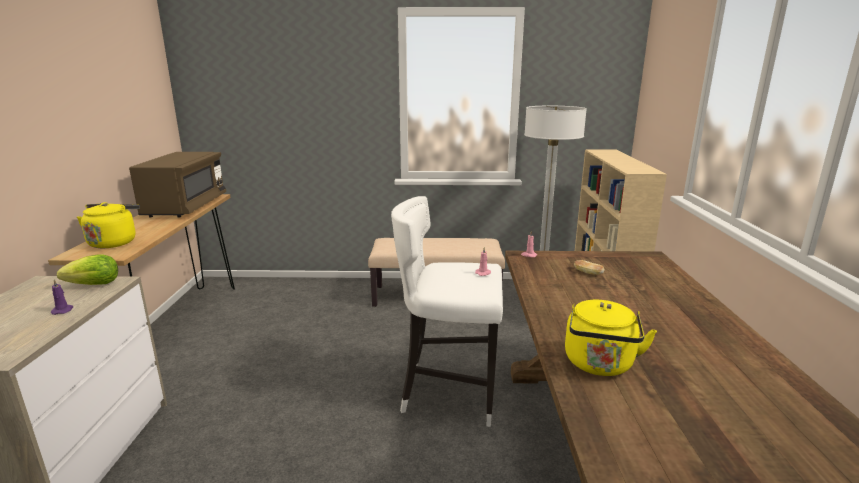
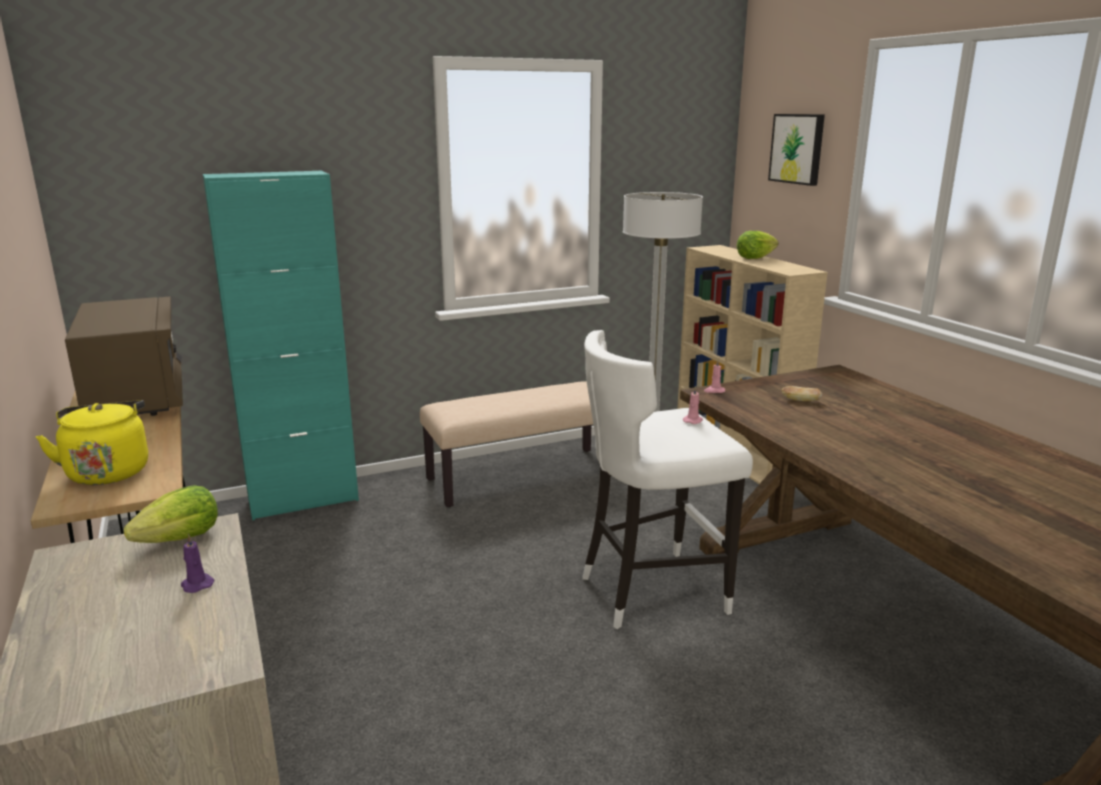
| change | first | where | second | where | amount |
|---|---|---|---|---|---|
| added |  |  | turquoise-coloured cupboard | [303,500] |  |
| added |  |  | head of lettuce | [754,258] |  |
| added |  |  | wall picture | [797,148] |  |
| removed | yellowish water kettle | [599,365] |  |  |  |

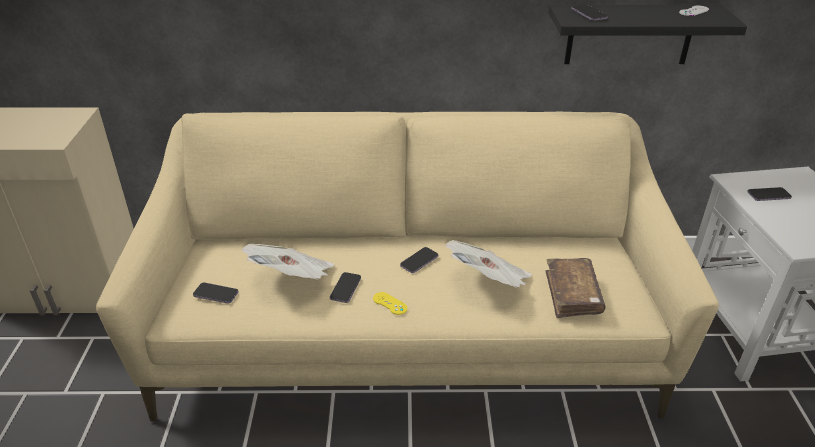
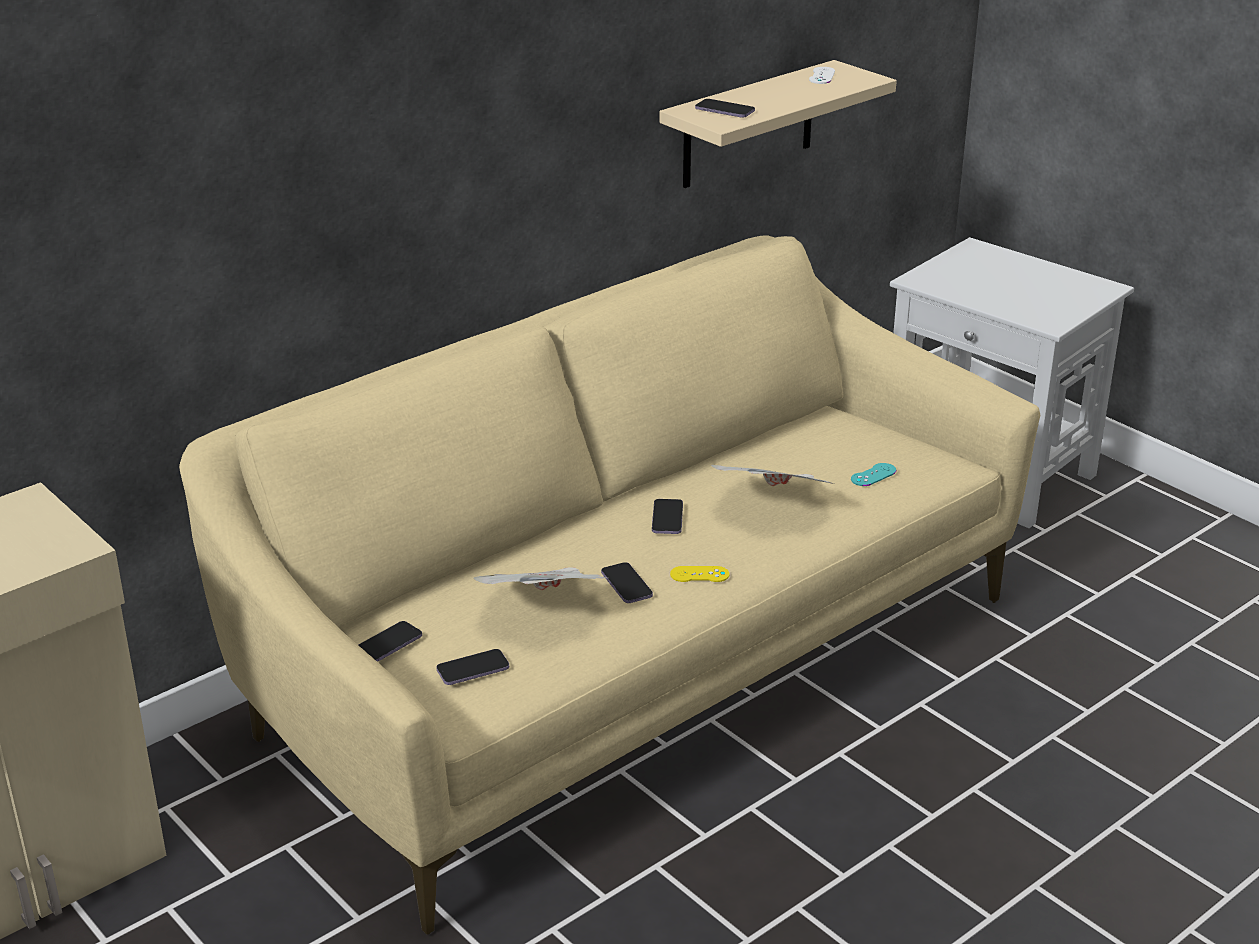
| change | first | where | second | where | amount |
|---|---|---|---|---|---|
| moved | phone | [768,195] |  | [388,644] |  |
| recoloured | black shelf | [629,34] | beige-coloured shelf | [748,125] |  |
| replaced | brown book | [572,294] | turquoise-coloured game controller | [873,475] |  |

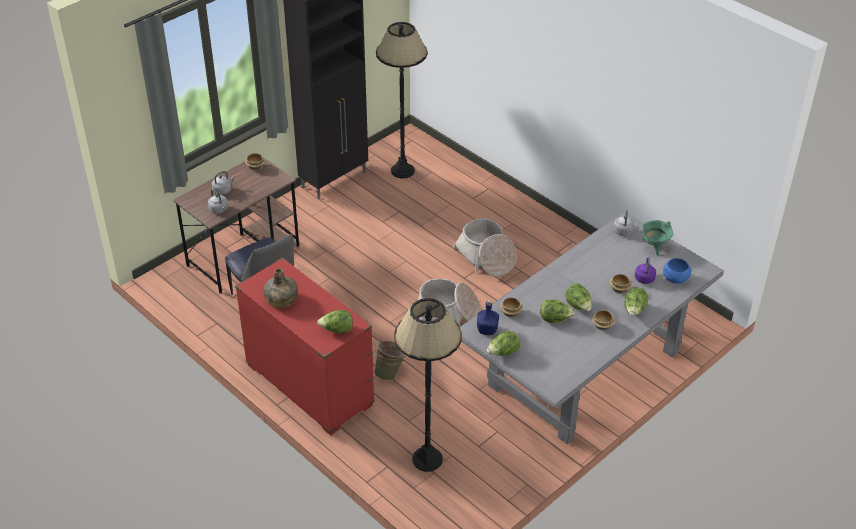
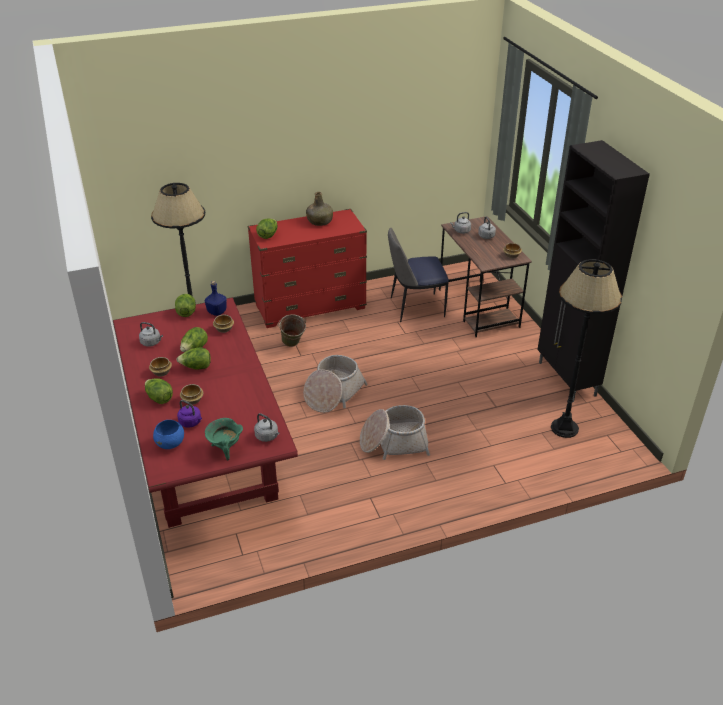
| change | first | where | second | where | amount |
|---|---|---|---|---|---|
| recoloured | grey dining table | [583,369] | red dining table | [206,452] |  |
| added |  |  | grey water kettle | [152,343] |  |

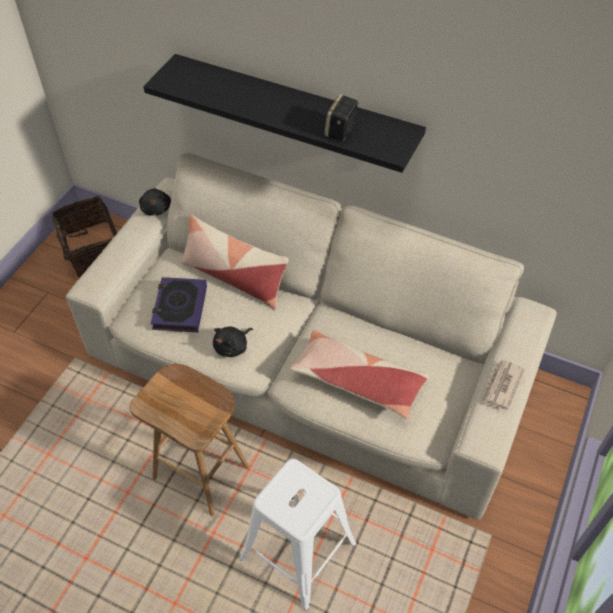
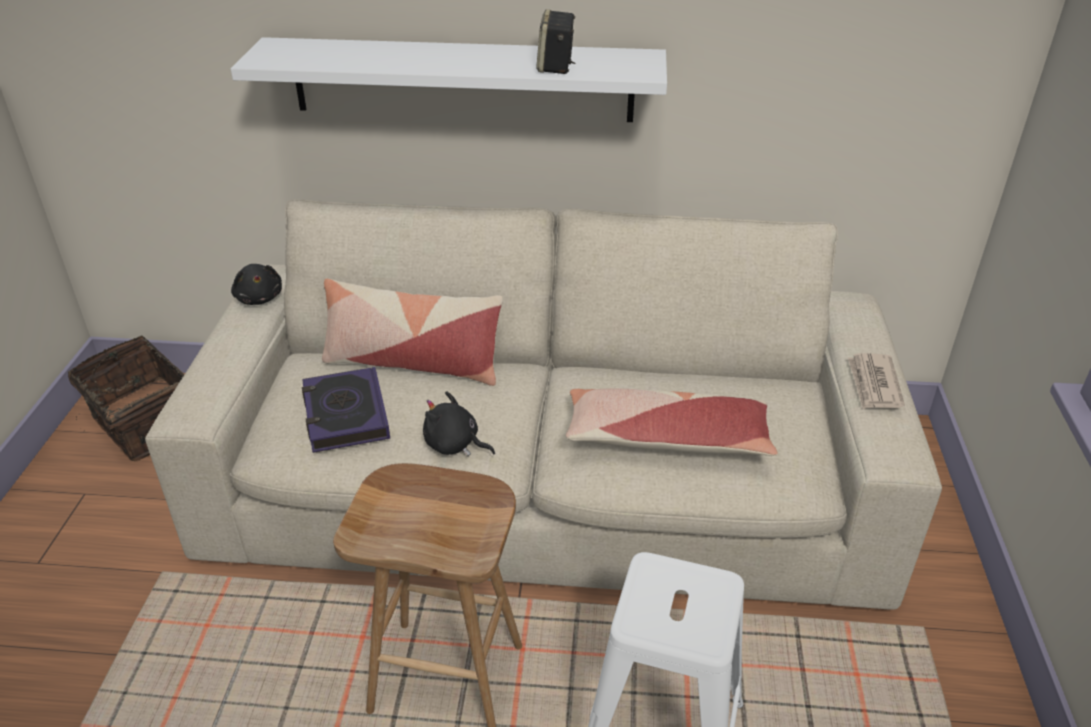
| change | first | where | second | where | amount |
|---|---|---|---|---|---|
| recoloured | black shelf | [295,109] | white shelf | [462,80] |  |
| turned | black soft toy | [232,347] |  | [454,445] | 90 degrees clockwise |

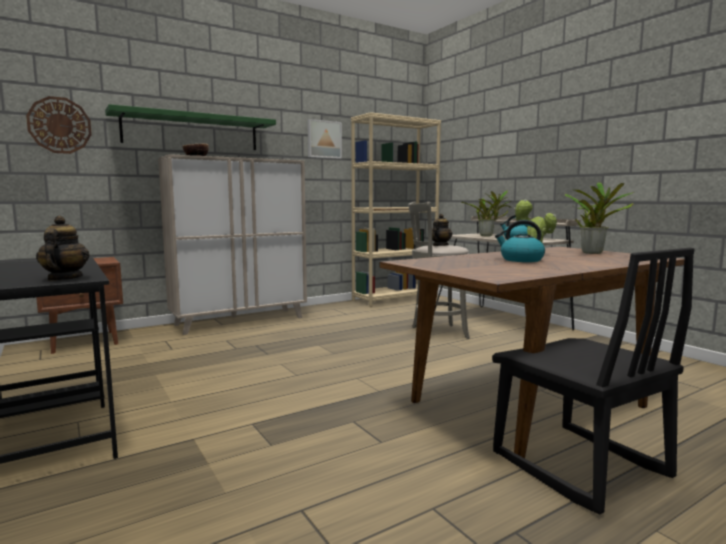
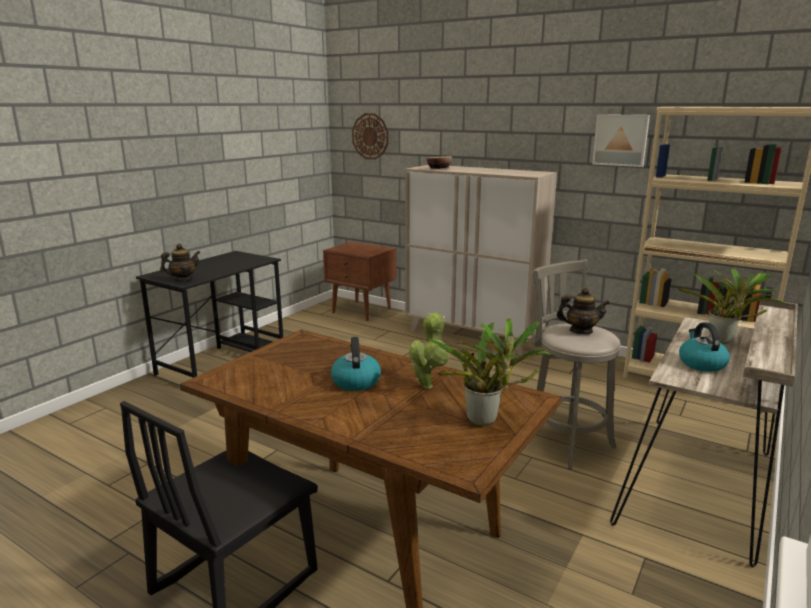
| change | first | where | second | where | amount |
|---|---|---|---|---|---|
| removed | greenish shelf | [192,132] |  |  |  |

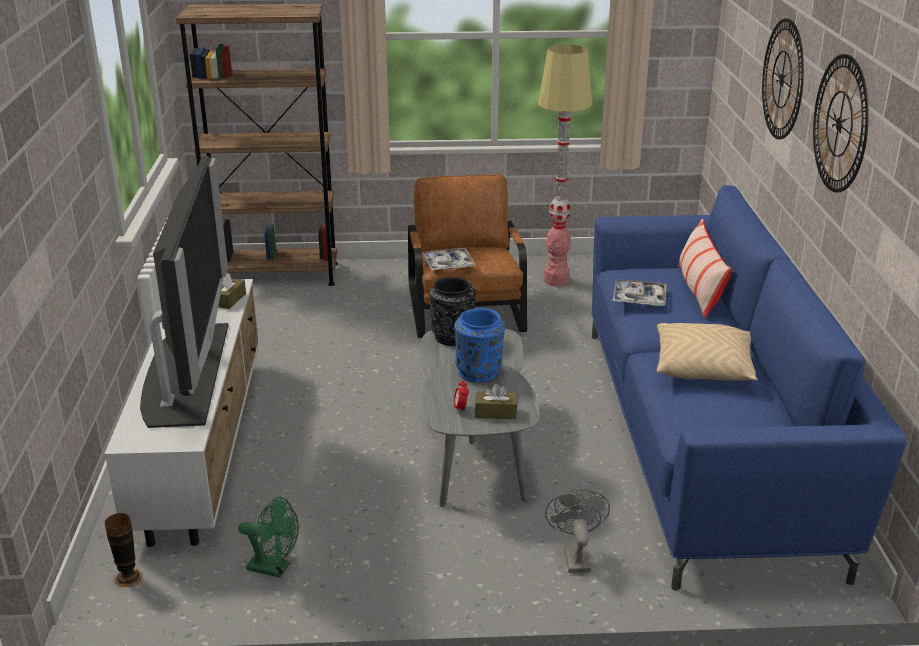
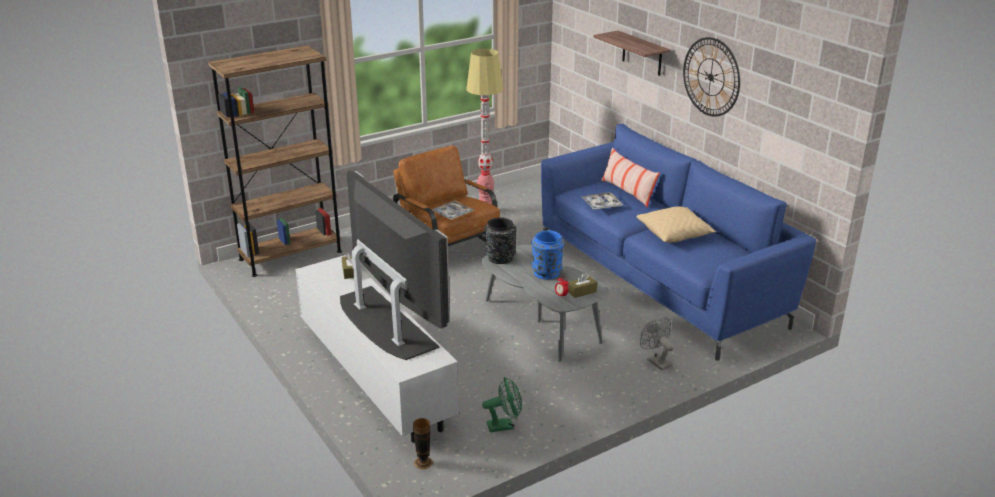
| change | first | where | second | where | amount |
|---|---|---|---|---|---|
| replaced | clock on the wall | [782,79] | shelf | [642,53] |  |

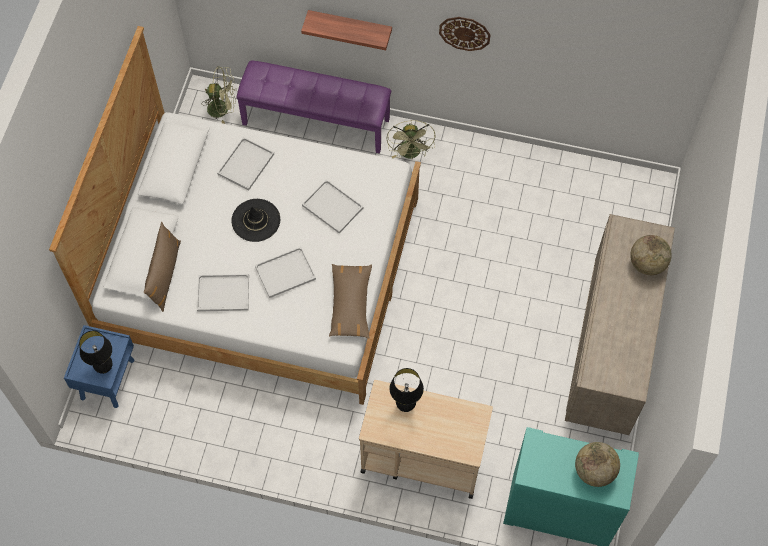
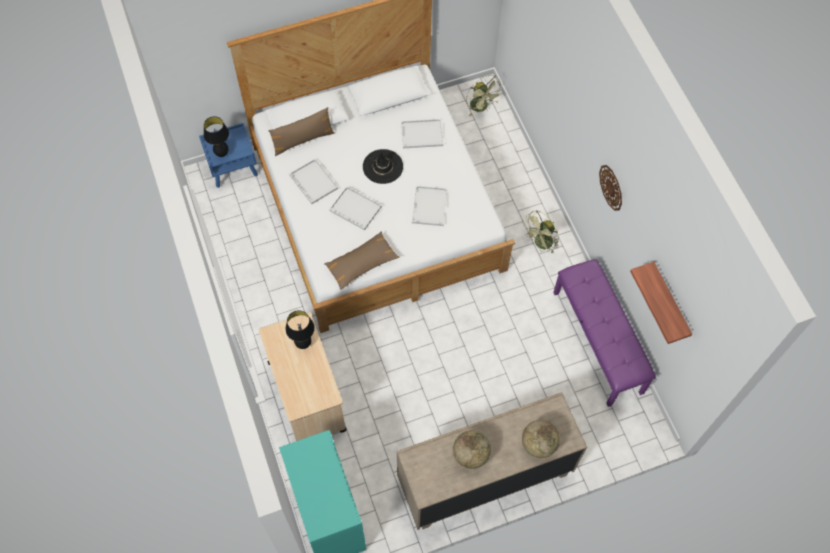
| change | first | where | second | where | amount |
|---|---|---|---|---|---|
| moved | globe | [594,471] |  | [470,455] |  |
| moved | purple indoor bench | [316,121] |  | [598,342] |  |
| moved | shelf | [350,27] |  | [669,303] |  |

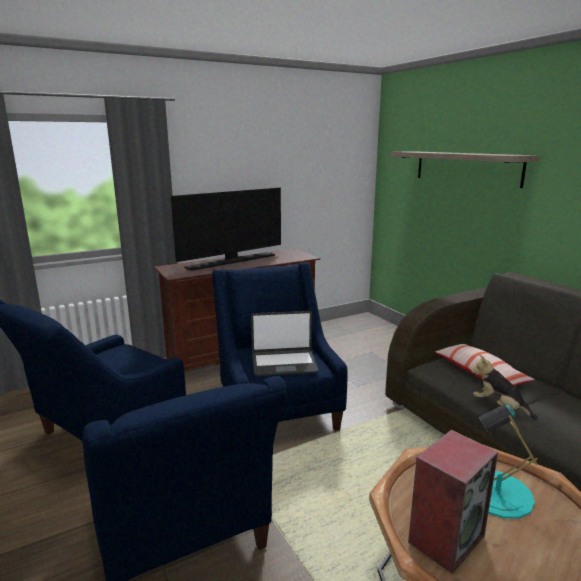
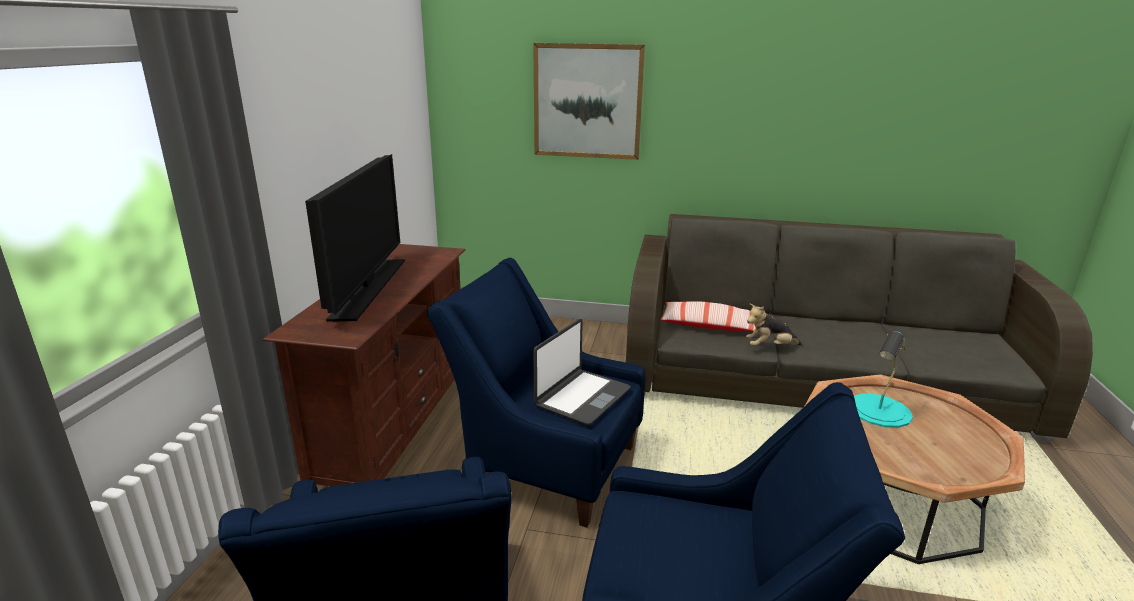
| change | first | where | second | where | amount |
|---|---|---|---|---|---|
| replaced | shelf | [466,167] | wall picture | [587,101] |  |
| removed | audio speaker | [446,537] |  |  |  |

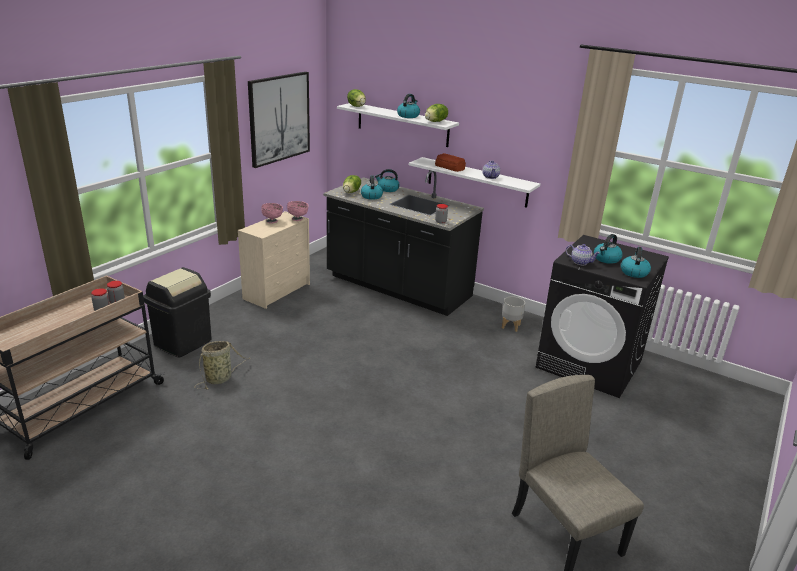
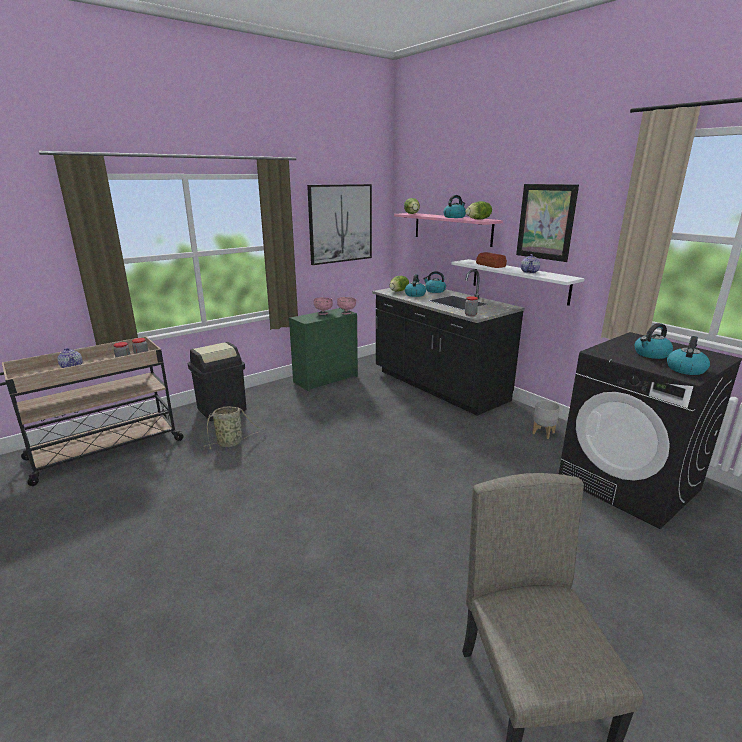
| change | first | where | second | where | amount |
|---|---|---|---|---|---|
| moved | tea pot | [580,262] |  | [72,367] |  |
| recoloured | beige-coloured drawer chest | [277,291] | greenish drawer chest | [326,379] |  |
| recoloured | white shelf | [402,124] | pinkish shelf | [452,228] |  |
| added |  |  | wall picture | [546,222] |  |

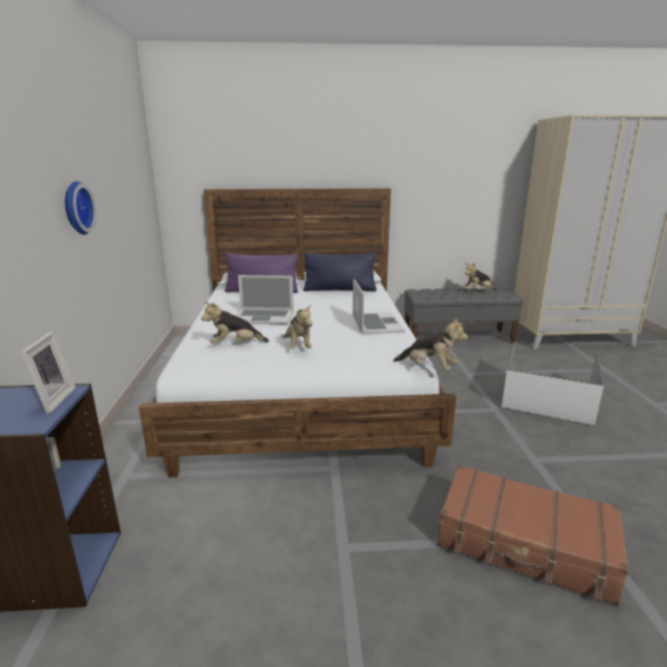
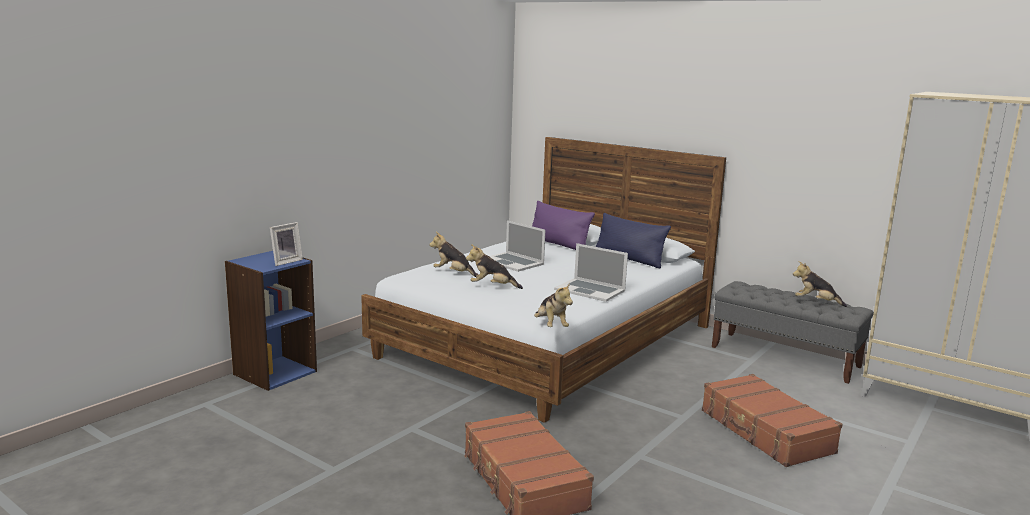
| change | first | where | second | where | amount |
|---|---|---|---|---|---|
| turned | soft toy | [298,346] |  | [492,286] | 75 degrees clockwise |
| turned | portable computer | [376,323] |  | [590,290] | 90 degrees clockwise |
| replaced | white storage container | [549,397] | brown travel case | [765,432] |  |
| removed | clock on the wall | [75,208] |  |  |  |

